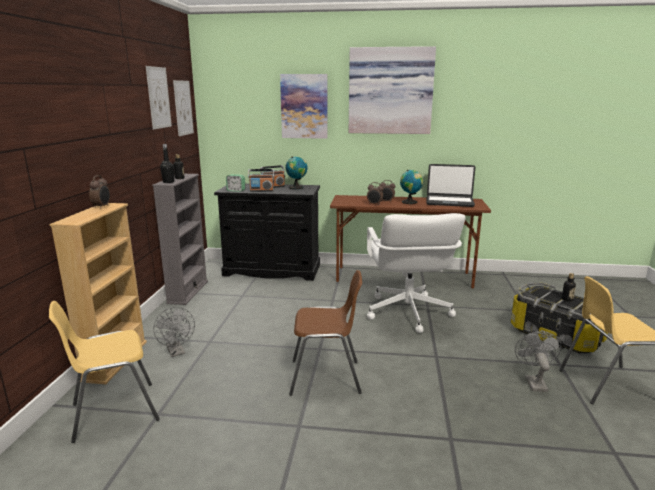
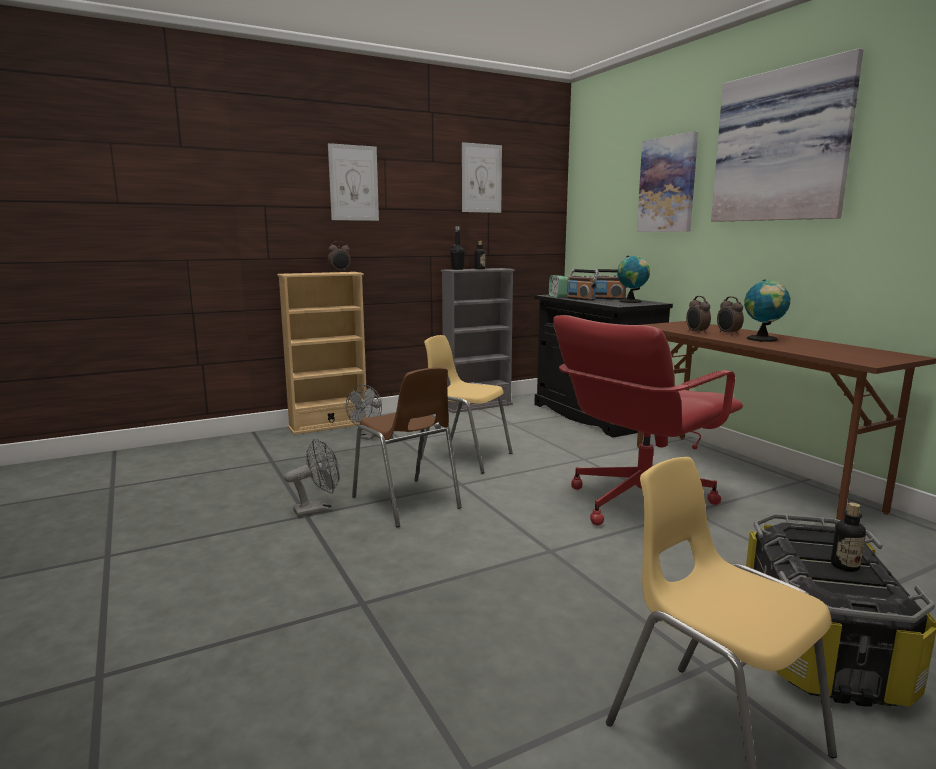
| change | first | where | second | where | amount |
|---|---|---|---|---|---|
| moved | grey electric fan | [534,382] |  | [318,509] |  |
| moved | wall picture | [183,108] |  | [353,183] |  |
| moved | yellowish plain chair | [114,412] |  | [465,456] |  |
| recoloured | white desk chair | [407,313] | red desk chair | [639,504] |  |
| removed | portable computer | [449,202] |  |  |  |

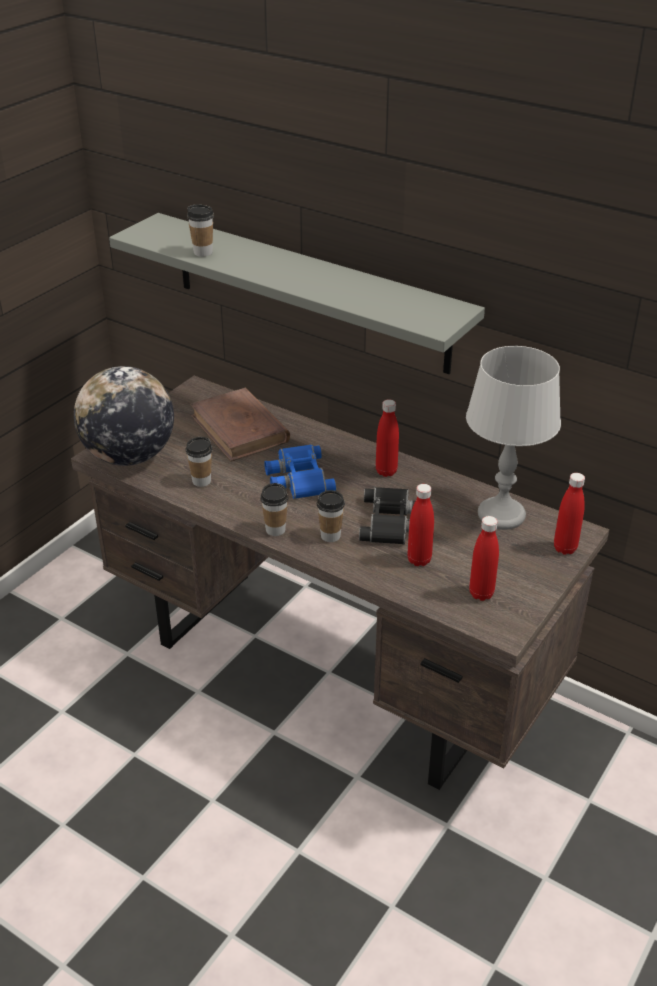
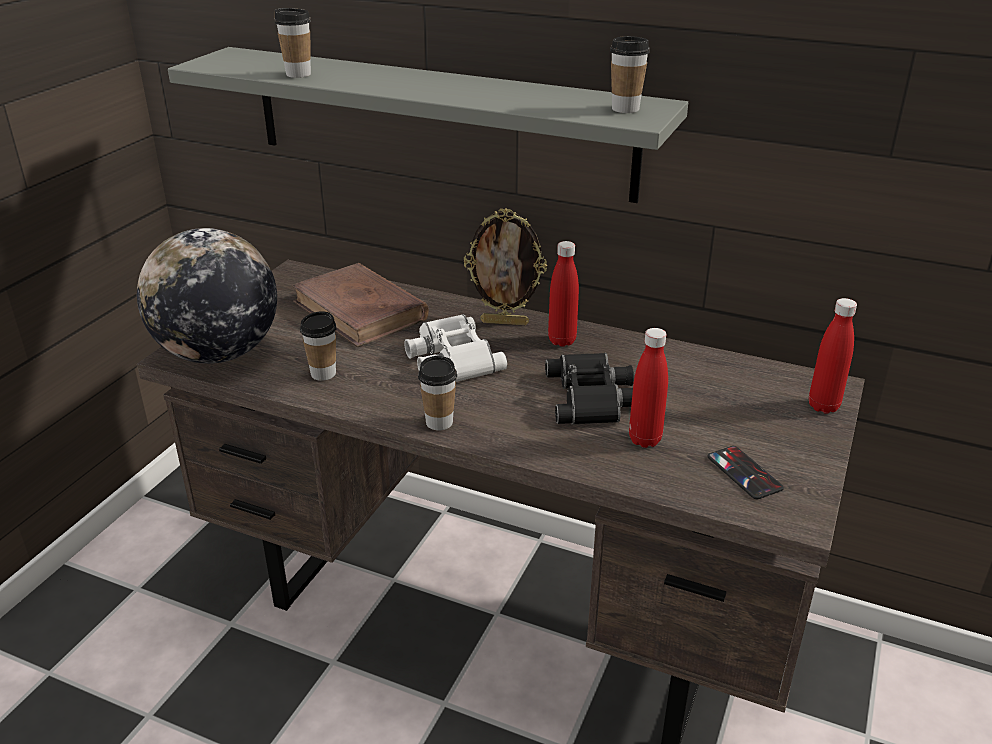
| change | first | where | second | where | amount |
|---|---|---|---|---|---|
| recoloured | blue-coloured pair of binoculars | [297,478] | white pair of binoculars | [450,358] |  |
| added |  |  | photo frame | [505,322] |  |
| moved | small cup | [330,536] |  | [625,109] |  |
| replaced | red bottle | [481,593] | phone | [744,473] |  |
| removed | grey table lamp | [500,515] |  |  |  |

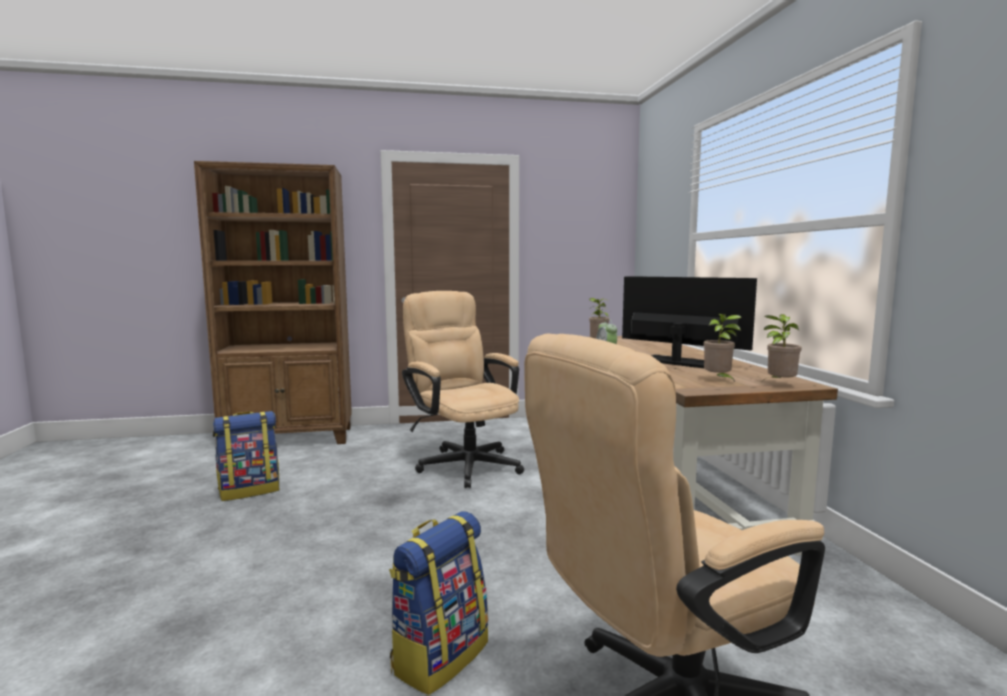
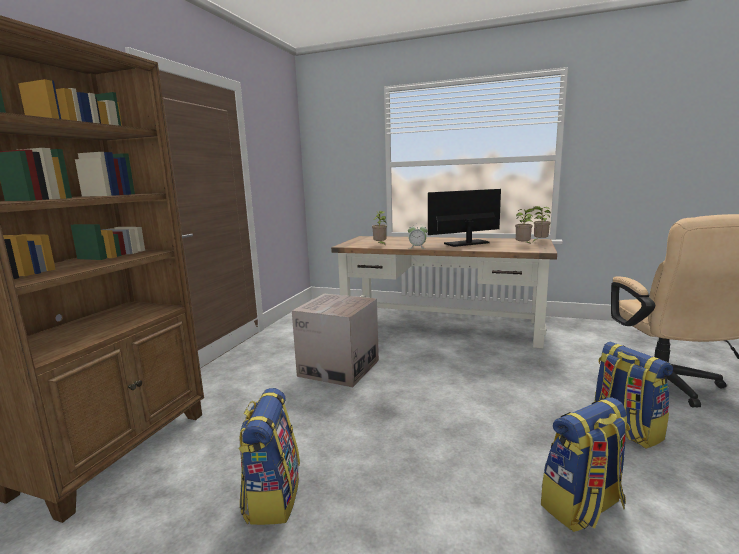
| change | first | where | second | where | amount |
|---|---|---|---|---|---|
| replaced | beige-coloured desk chair | [464,463] | cardboard box | [339,368] |  |
| added |  |  | backpack | [582,507] |  |

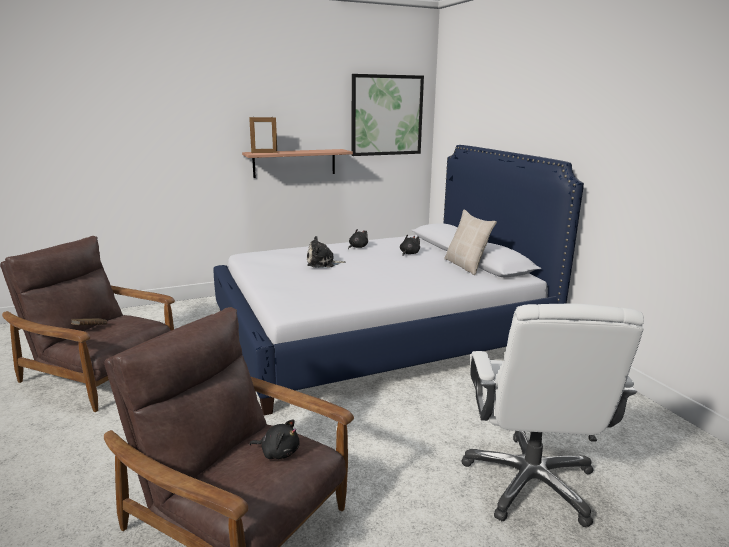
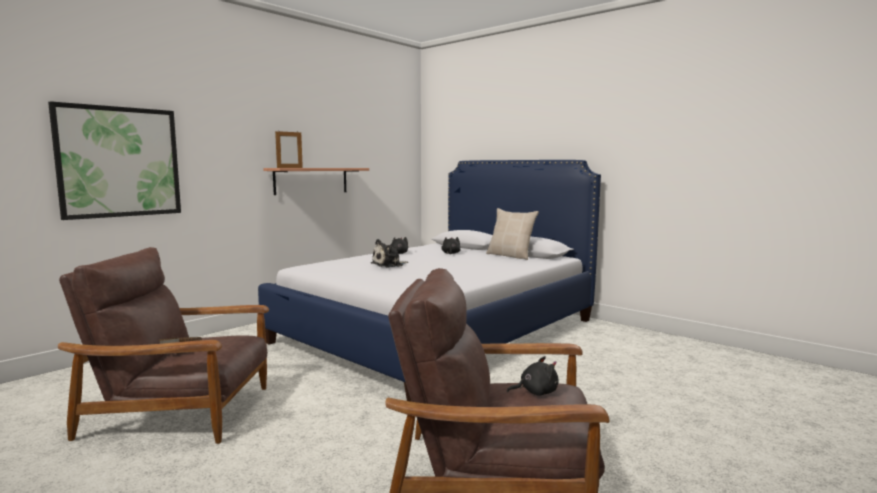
| change | first | where | second | where | amount |
|---|---|---|---|---|---|
| moved | wall picture | [386,115] |  | [119,162] |  |
| removed | white desk chair | [530,482] |  |  |  |

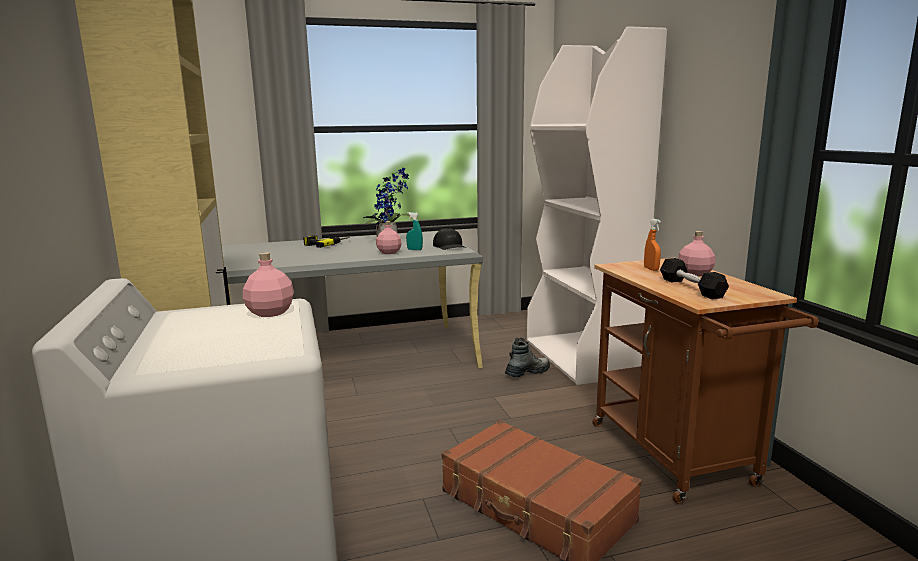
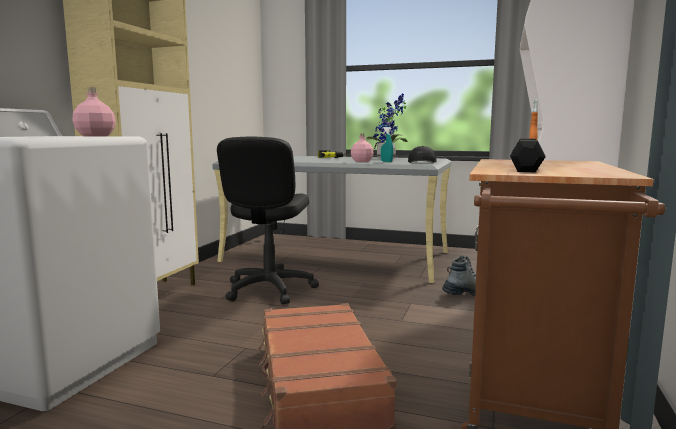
| change | first | where | second | where | amount |
|---|---|---|---|---|---|
| added |  |  | black desk chair | [269,289] |  |
| removed | pinkish bottle | [695,273] |  |  |  |

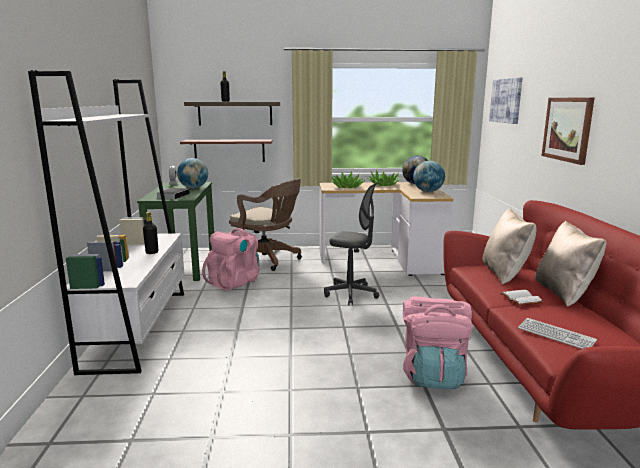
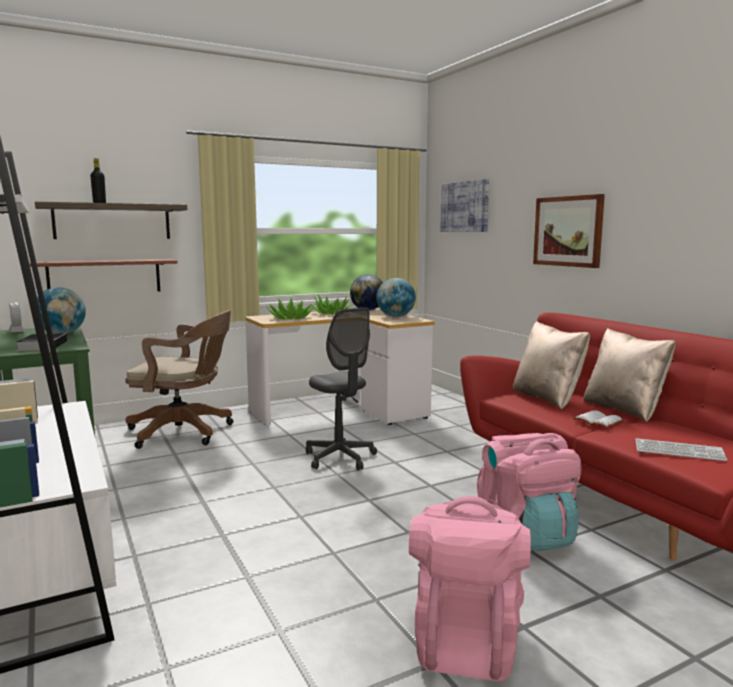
| change | first | where | second | where | amount |
|---|---|---|---|---|---|
| turned | grey desk chair | [351,294] |  | [340,458] | 60 degrees clockwise |
| moved | pinkish backpack | [235,282] |  | [466,639] |  |
| removed | black bottle | [152,252] |  |  |  |

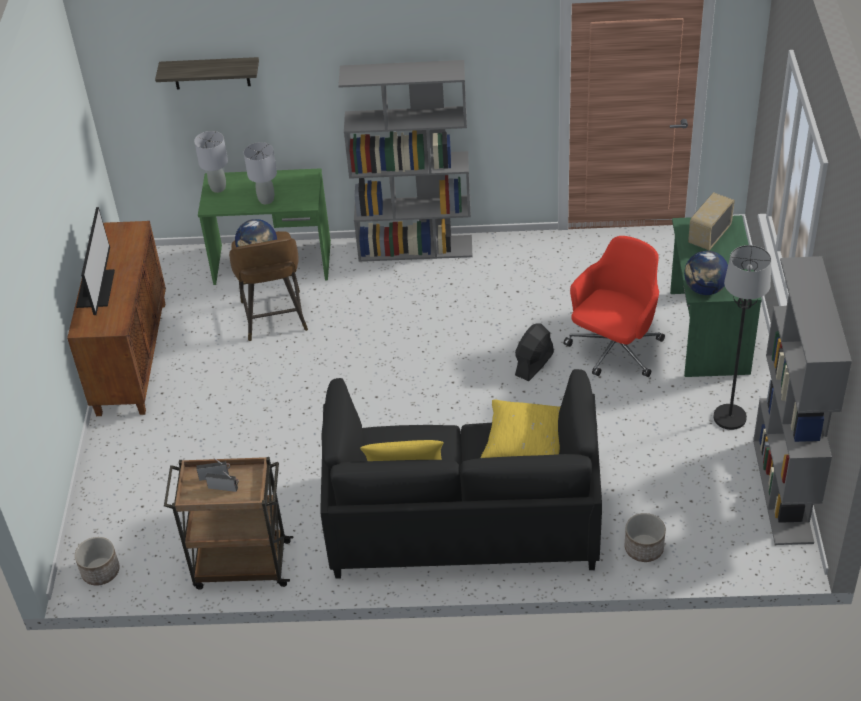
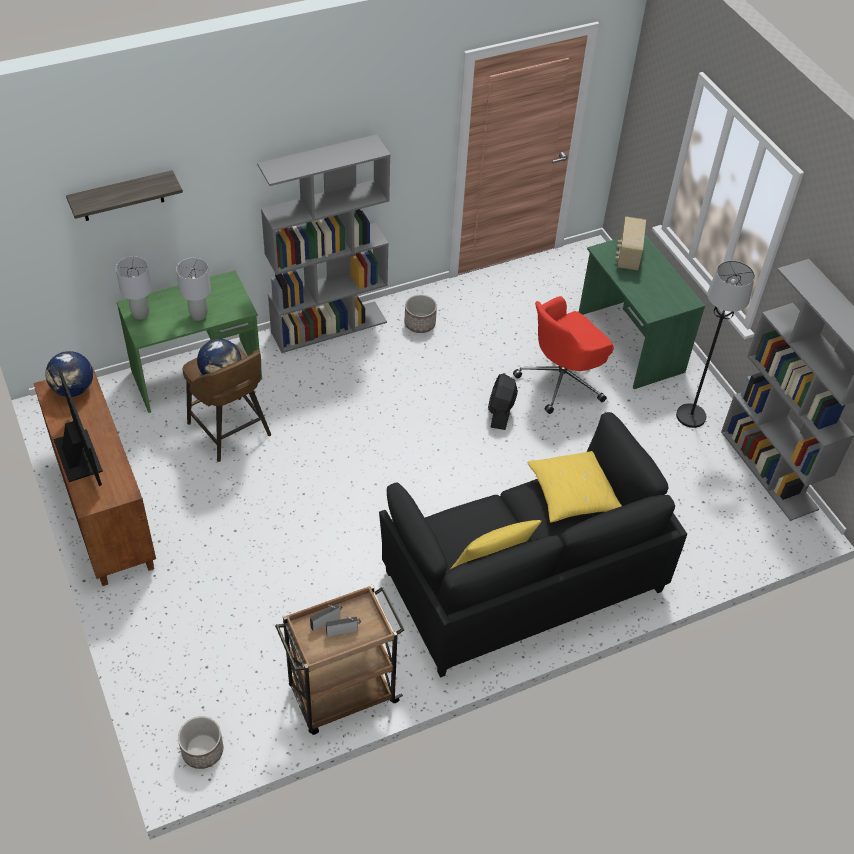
| change | first | where | second | where | amount |
|---|---|---|---|---|---|
| moved | globe | [705,289] |  | [73,389] |  |
| moved | planter | [643,548] |  | [420,324] |  |
| turned | red desk chair | [614,350] |  | [562,380] | 135 degrees counterclockwise |

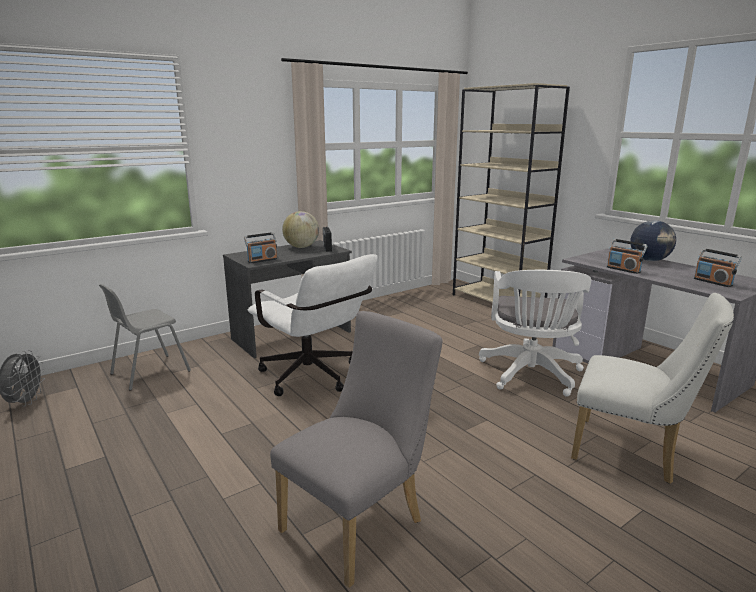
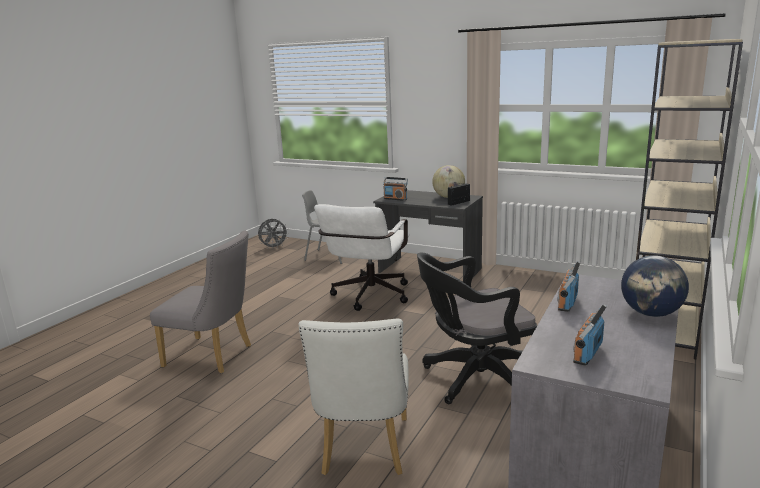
| change | first | where | second | where | amount |
|---|---|---|---|---|---|
| recoloured | white desk chair | [531,375] | black desk chair | [474,379] |  |

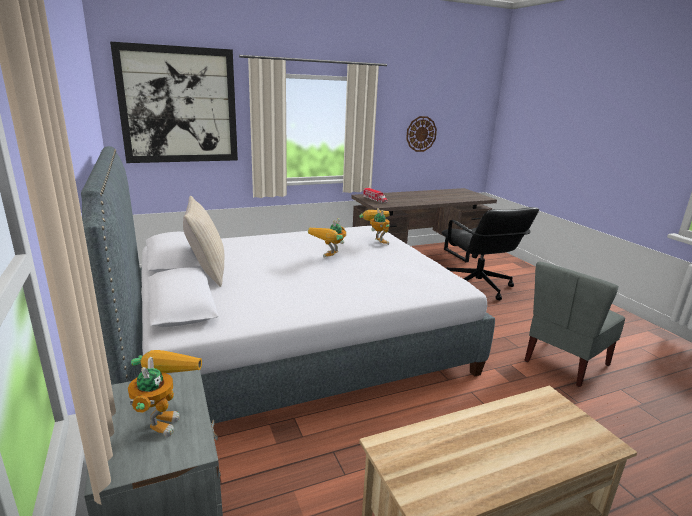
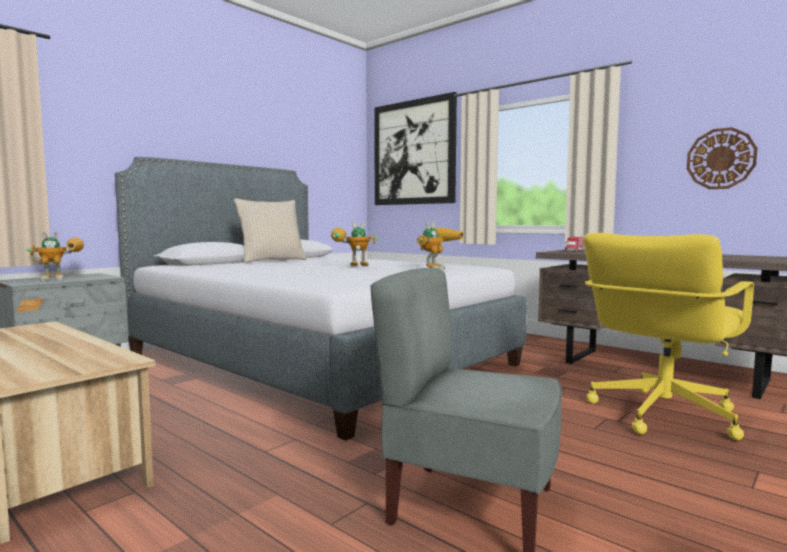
| change | first | where | second | where | amount |
|---|---|---|---|---|---|
| recoloured | black desk chair | [477,286] | yellowish desk chair | [661,414] |  |

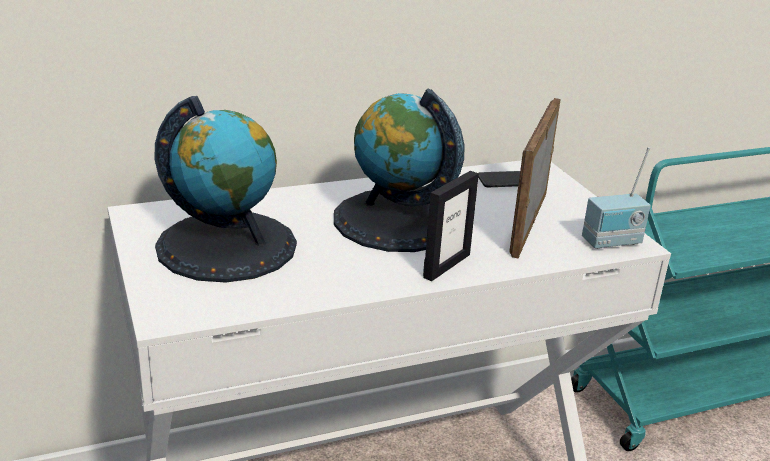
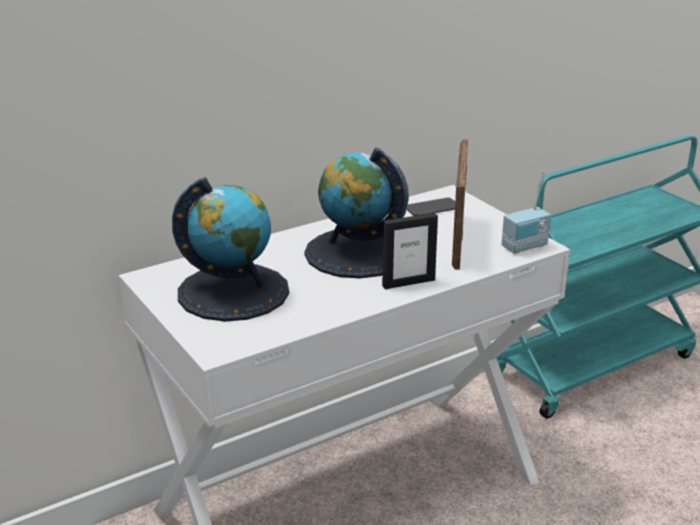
| change | first | where | second | where | amount |
|---|---|---|---|---|---|
| turned | photo frame | [446,266] |  | [408,282] | 45 degrees clockwise |

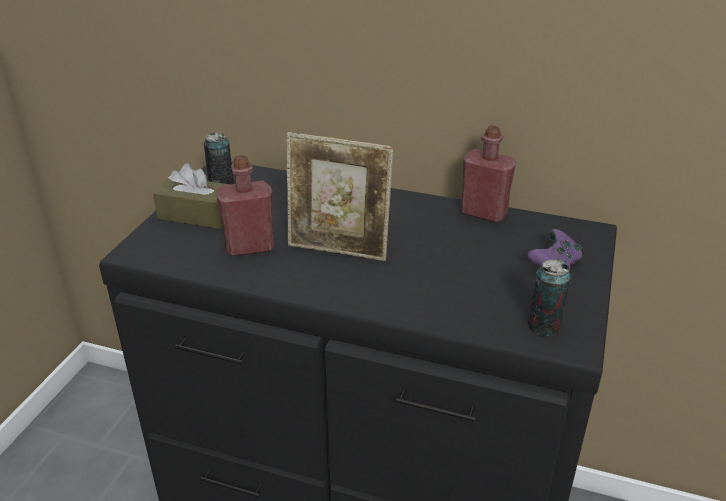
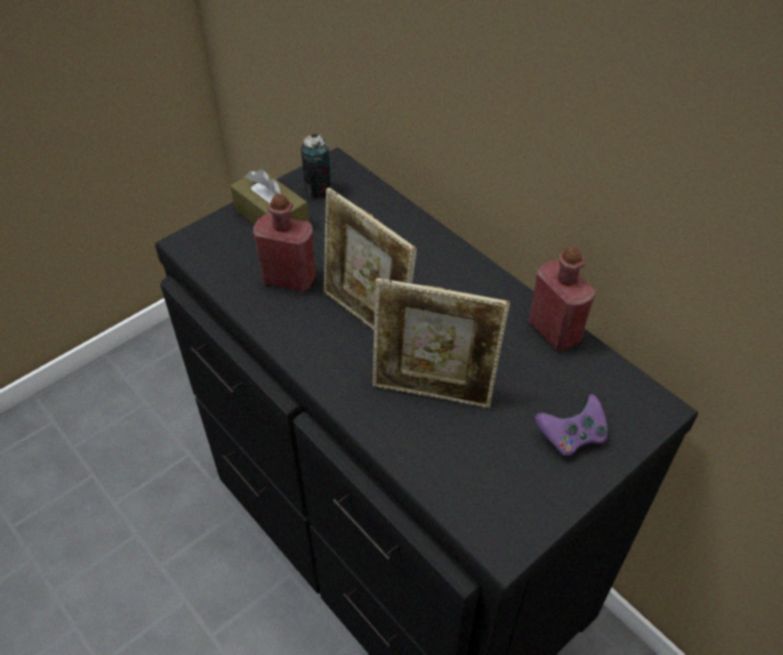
| change | first | where | second | where | amount |
|---|---|---|---|---|---|
| added |  |  | photo frame | [433,391] |  |
| removed | can | [544,326] |  |  |  |

